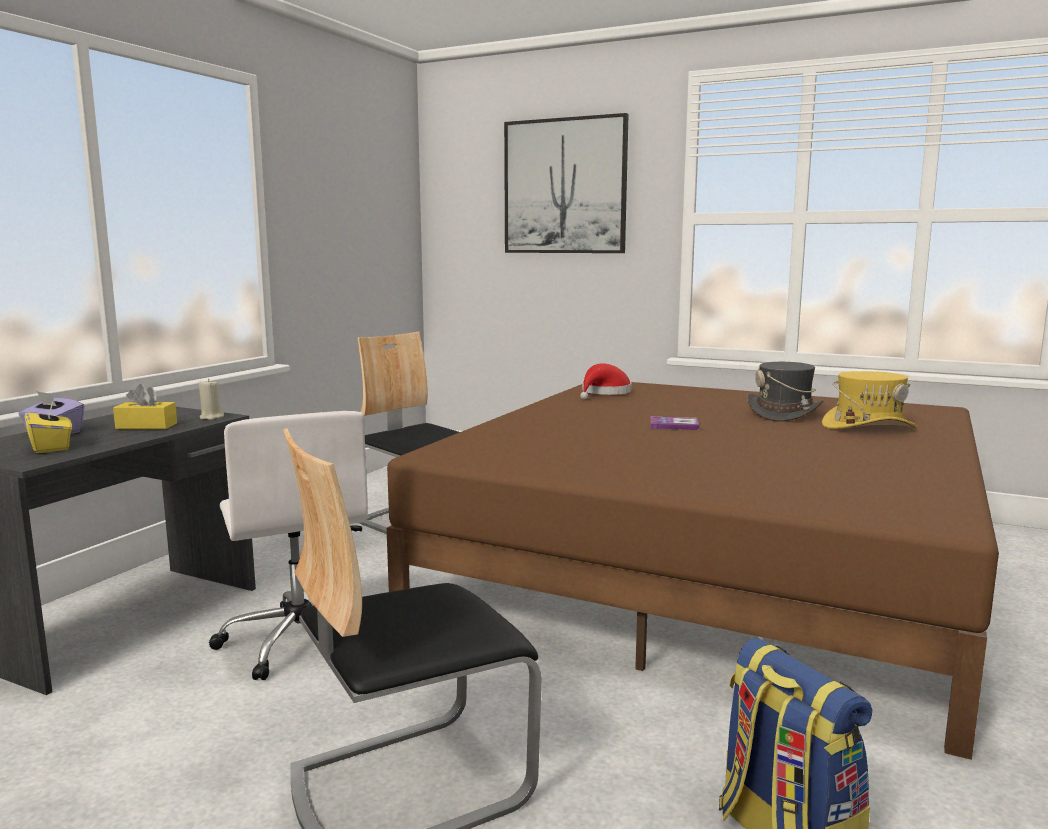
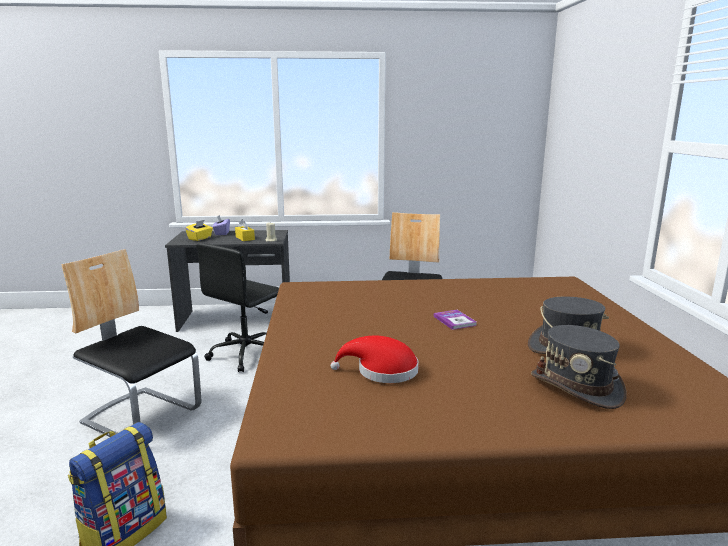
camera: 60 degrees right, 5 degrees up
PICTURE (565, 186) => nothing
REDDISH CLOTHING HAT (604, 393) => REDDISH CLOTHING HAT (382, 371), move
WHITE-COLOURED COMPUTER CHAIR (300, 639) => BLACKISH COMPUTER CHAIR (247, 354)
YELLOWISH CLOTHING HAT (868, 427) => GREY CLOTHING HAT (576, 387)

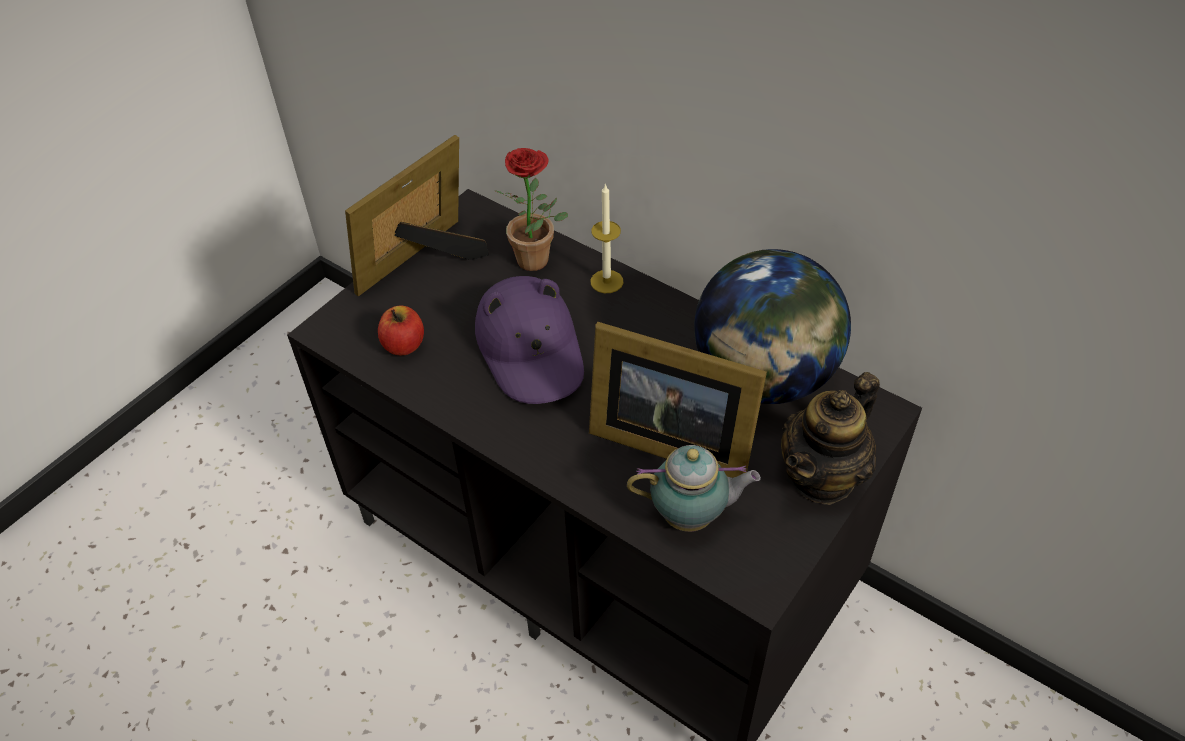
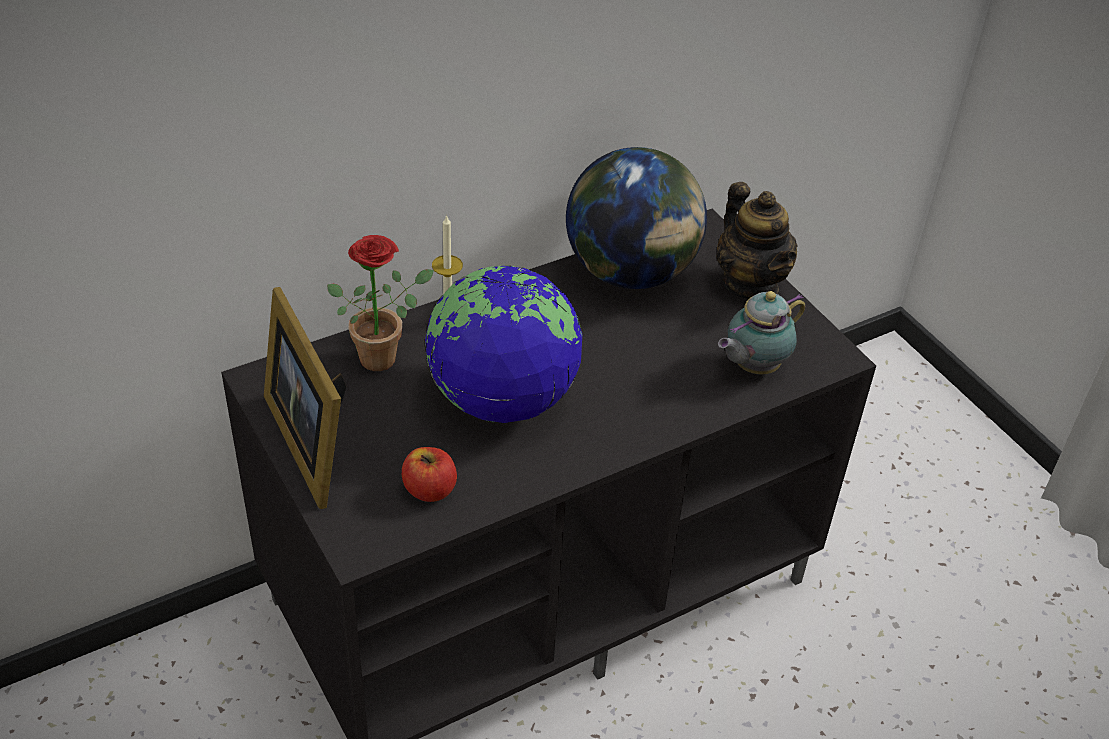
camera: 70 degrees left, 5 degrees down
PICTURE FRAME (667, 438) => nothing
PURPLISH CLOTHING HAT (531, 349) => WORLD GLOBE (502, 399)
POT FOR TEA (691, 516) => POT FOR TEA (753, 367), 150 degrees counterclockwise

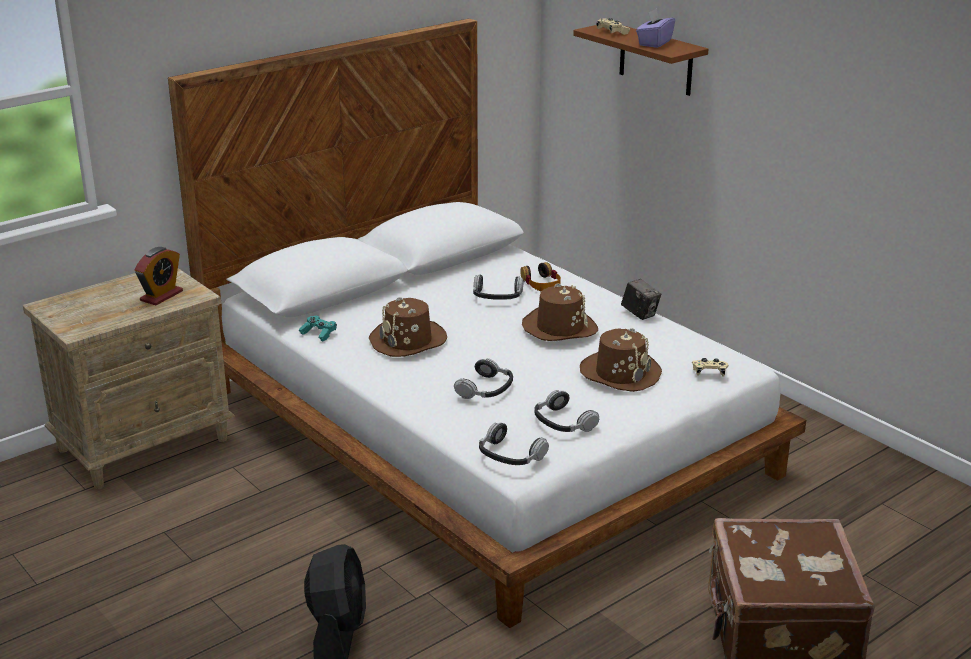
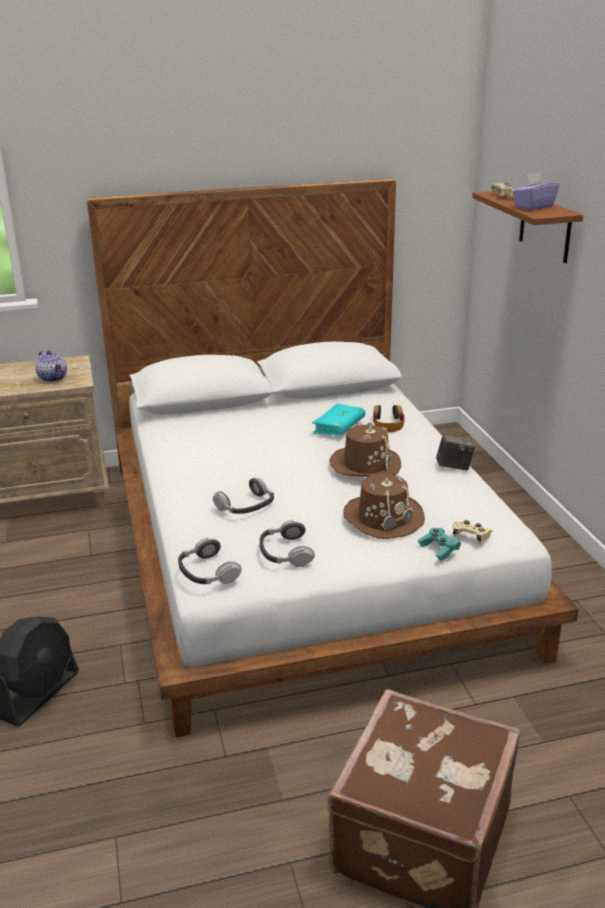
camera: 25 degrees right, 0 degrees up
BROWNISH CLOTHING HAT (408, 341) => nothing
TURQUOISE GAME CONTROLLER (318, 334) => TURQUOISE GAME CONTROLLER (439, 549), move
ALARM CLOCK (161, 296) => POT FOR TEA (53, 378)
HEADPHONES (497, 296) => TURQUOISE VOLUME (339, 427)
PHOTO CAMERA (640, 314) => PHOTO CAMERA (454, 467), 75 degrees counterclockwise

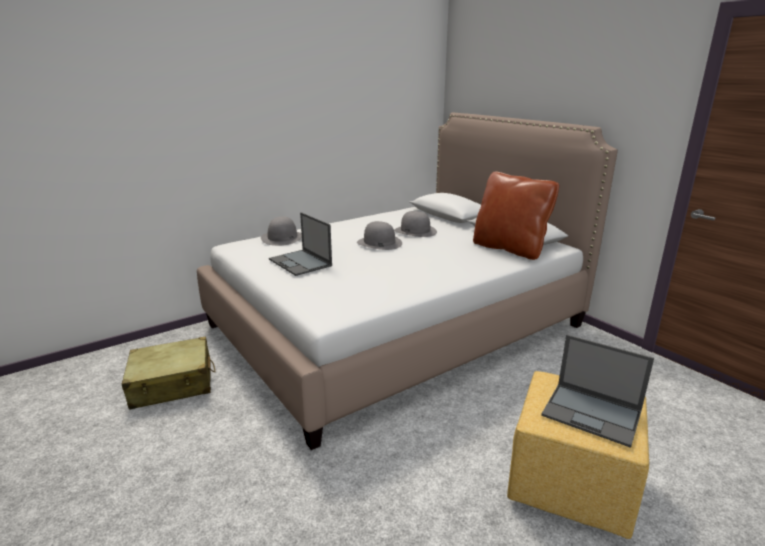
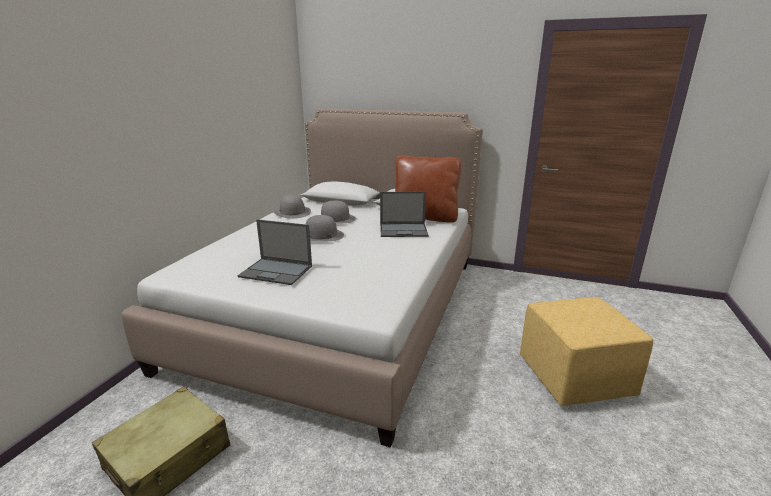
camera: 35 degrees left, 0 degrees up
GREY CLOTHING HAT (282, 238) => GREY CLOTHING HAT (292, 212), move
NOTEBOOK COMPUTER (592, 414) => NOTEBOOK COMPUTER (404, 230), move

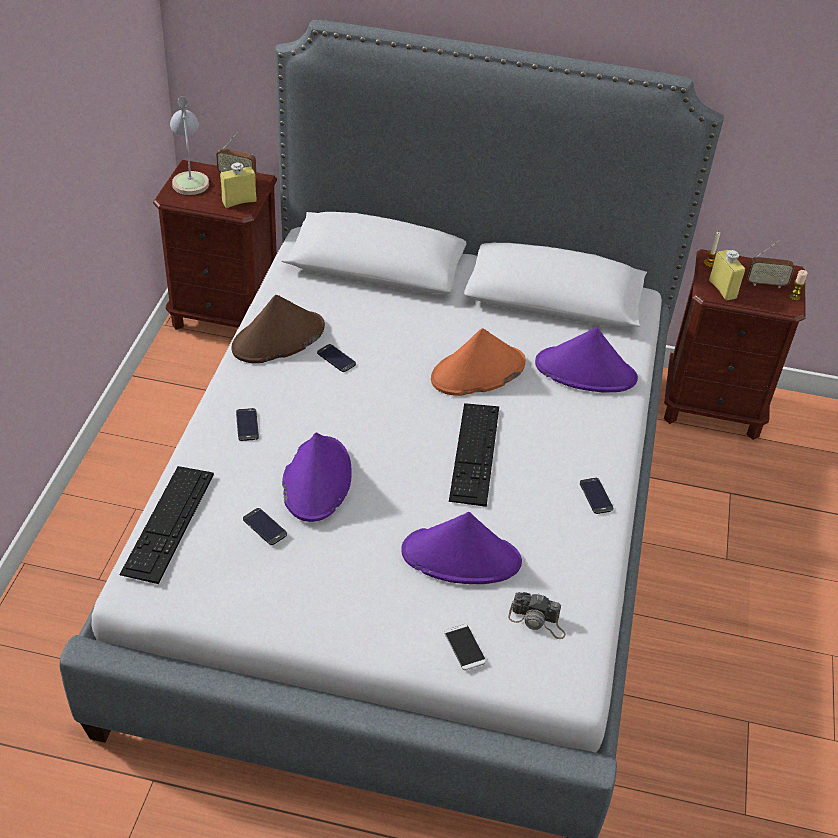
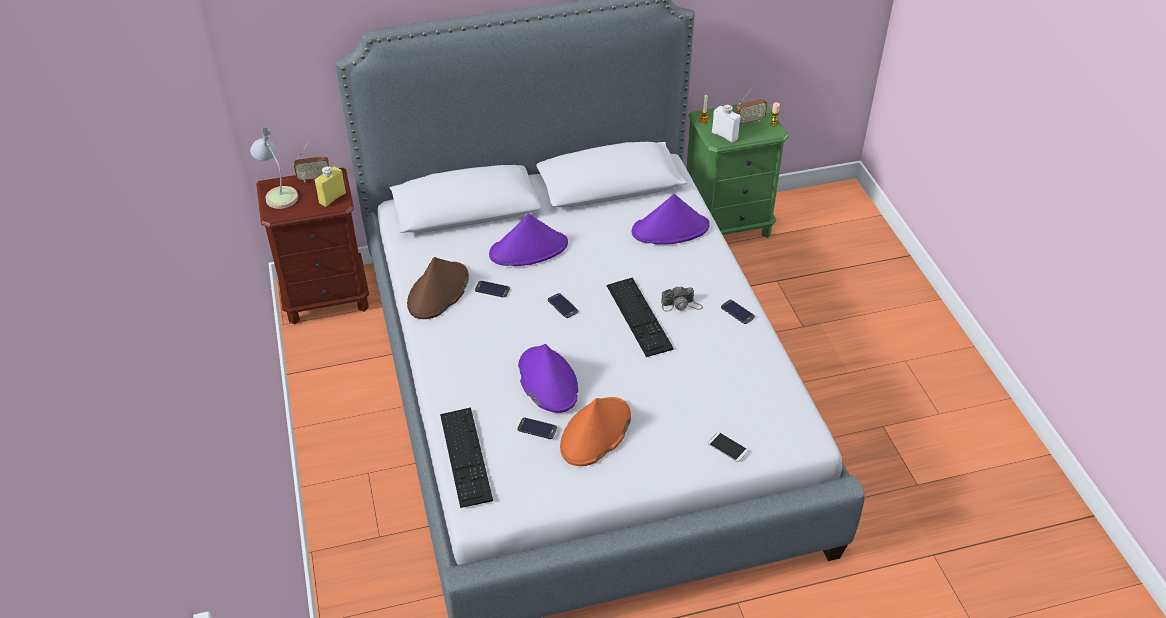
camera: 25 degrees left, 0 degrees up
TELEPHONE (247, 425) => TELEPHONE (562, 306), move
PURPLISH CLOTHING HAT (461, 557) => PURPLISH CLOTHING HAT (529, 249), move
ORANGE CLOTHING HAT (478, 372) => ORANGE CLOTHING HAT (595, 433), move
PHOTO CAMERA (537, 621) => PHOTO CAMERA (681, 305), move
BROWNISH NIGHT TABLE (713, 407) => GREENISH NIGHT TABLE (728, 225)
YELLOWISH BEVERAGE BOTTLE (722, 289) => WHITE-COLOURED BEVERAGE BOTTLE (724, 135)

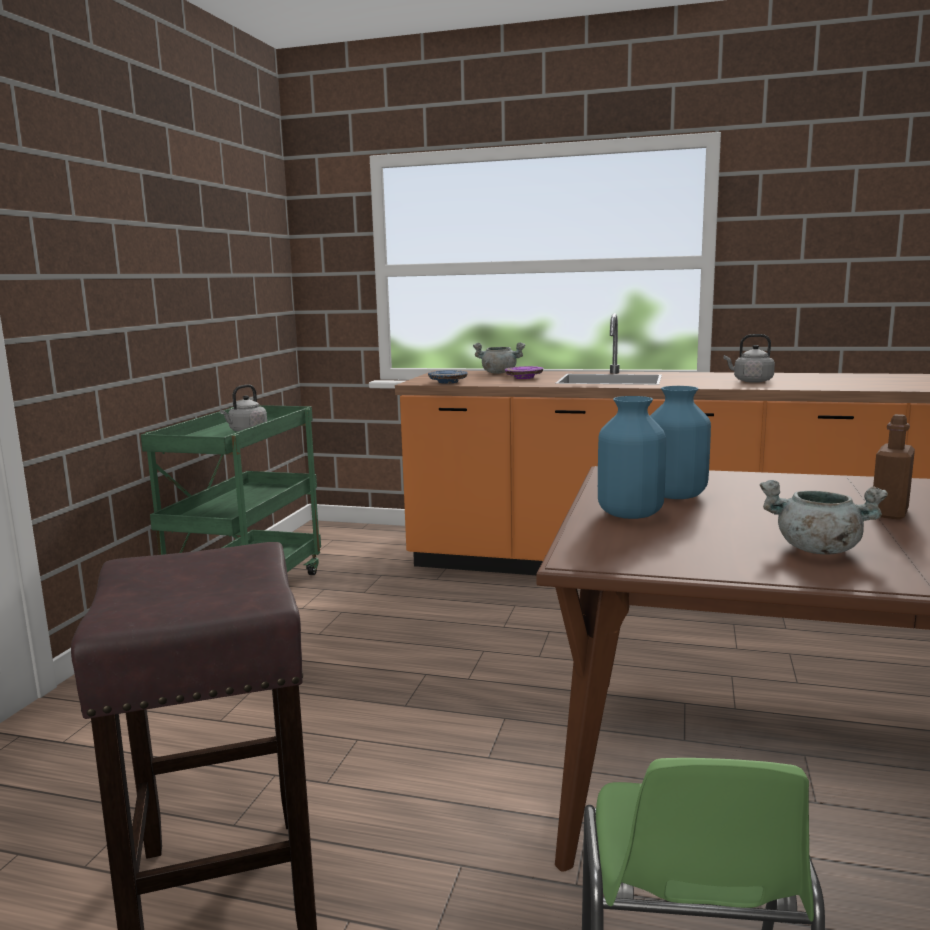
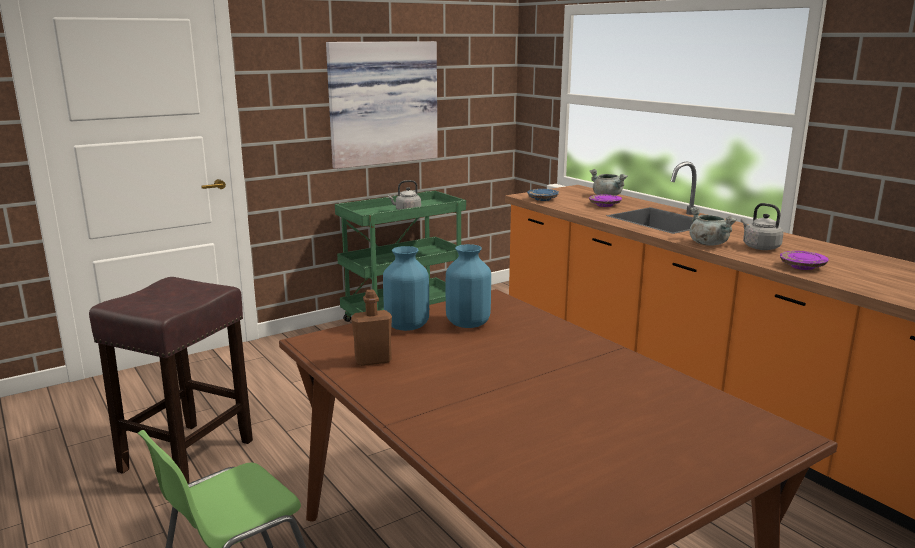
camera: 40 degrees right, 5 degrees up
nothing => PICTURE (381, 103)
nothing => PURPLISH PLATE (802, 267)
GREY SAUCEPOT (817, 550) => GREY SAUCEPOT (707, 244), move
BROWNISH BEVERAGE BOTTLE (889, 513) => BROWNISH BEVERAGE BOTTLE (373, 360), move

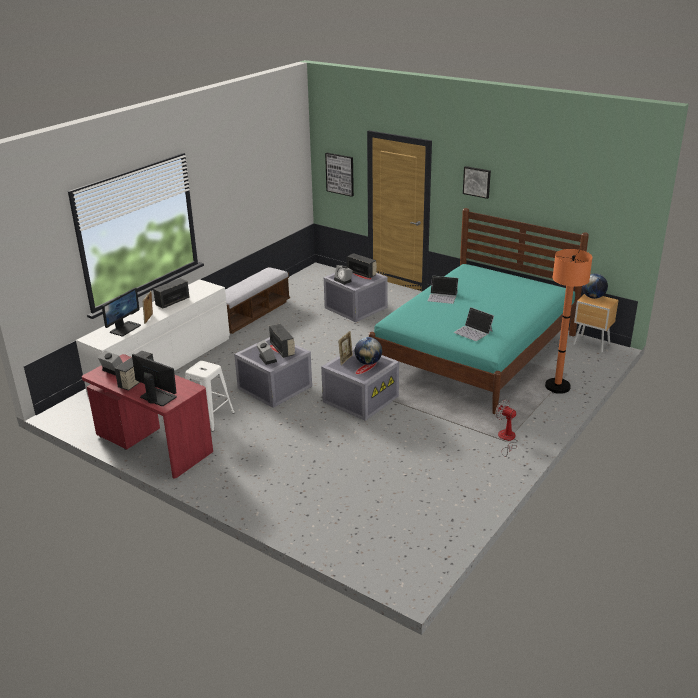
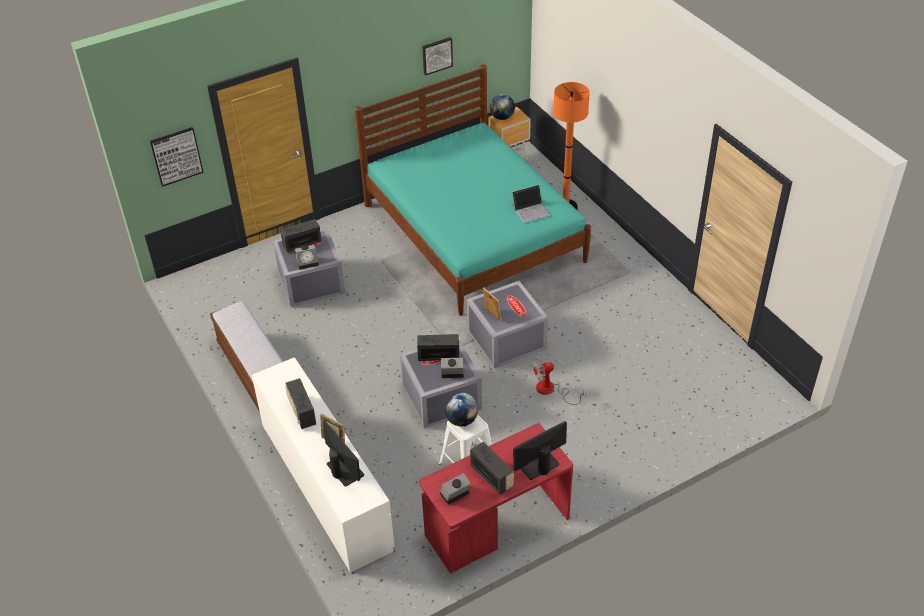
camera: 65 degrees left, 15 degrees up
NOTEBOOK COMPUTER (442, 296) => nothing
WORLD GLOBE (368, 362) => WORLD GLOBE (461, 420), move
PICTURE (477, 181) => PICTURE (436, 55), move
COOLING FAN (506, 439) => COOLING FAN (551, 390), move

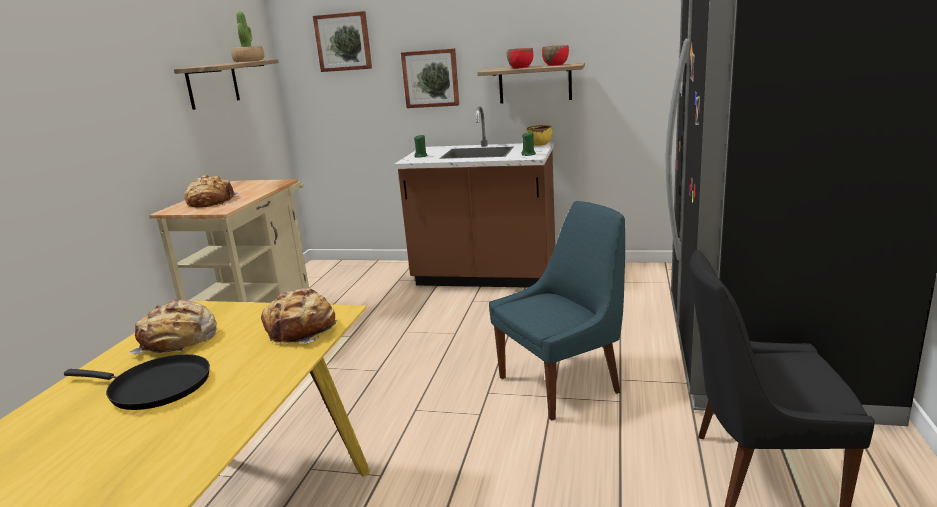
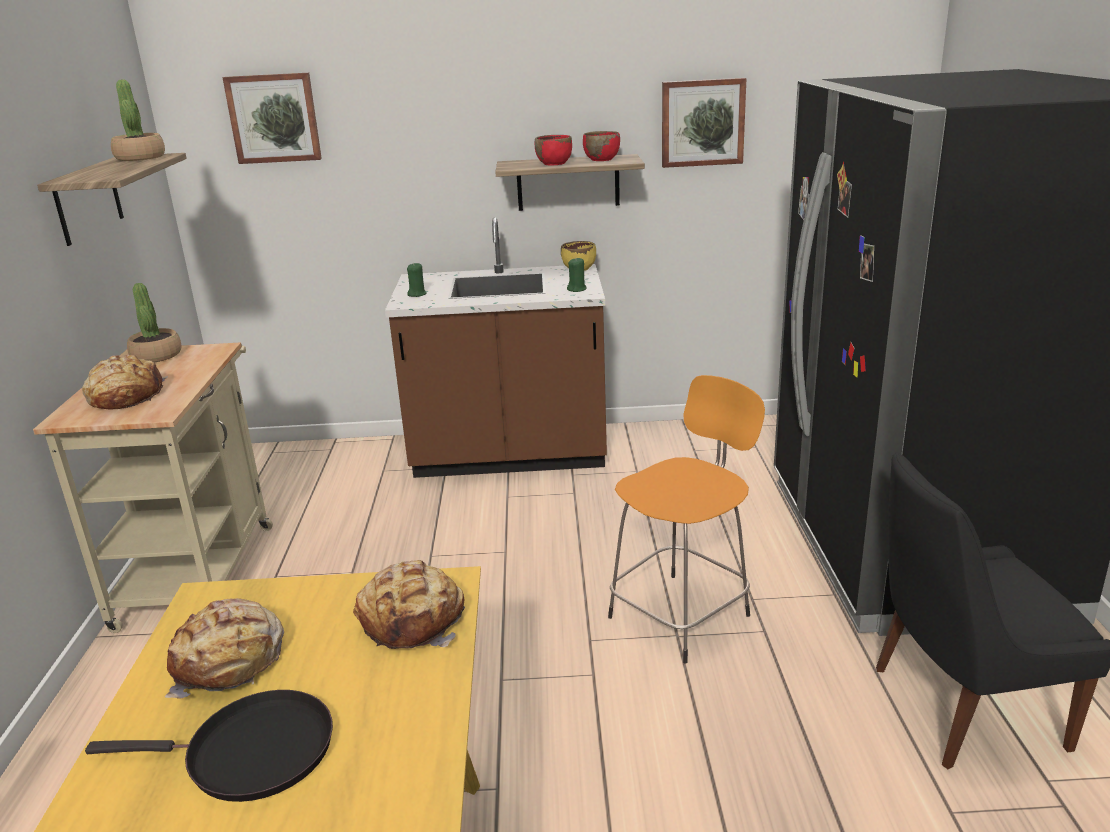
camera: 15 degrees left, 5 degrees up
nothing => POTTED PLANT (157, 356)
PICTURE (431, 78) => PICTURE (702, 122), move
BLUE UPRIGHT CHAIR (562, 383) => ORANGE STOOL SEAT (682, 614)

